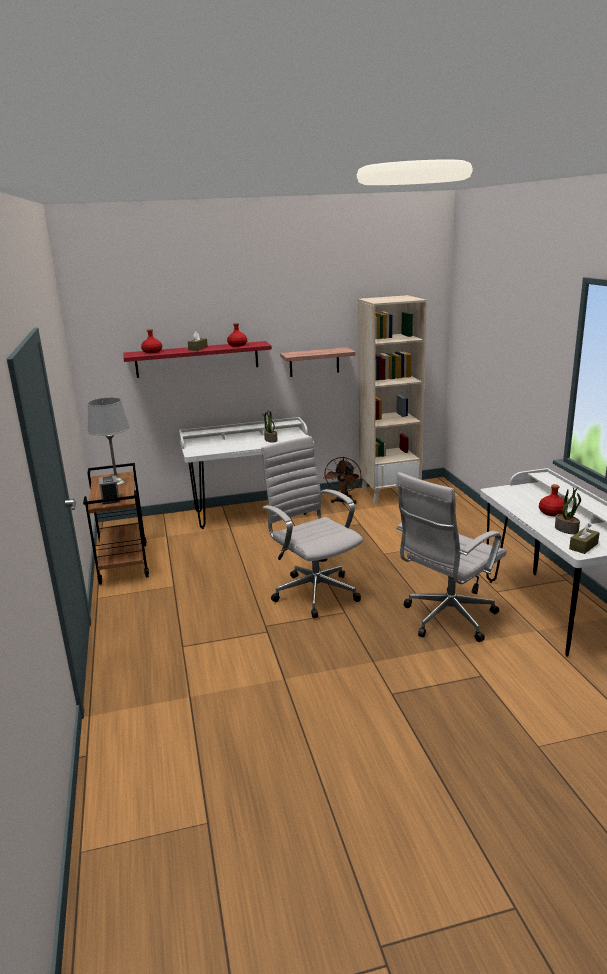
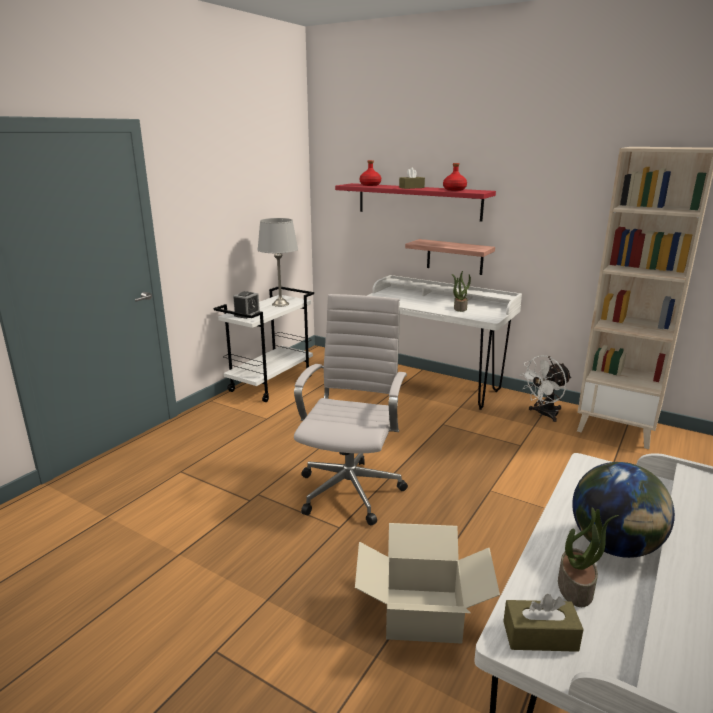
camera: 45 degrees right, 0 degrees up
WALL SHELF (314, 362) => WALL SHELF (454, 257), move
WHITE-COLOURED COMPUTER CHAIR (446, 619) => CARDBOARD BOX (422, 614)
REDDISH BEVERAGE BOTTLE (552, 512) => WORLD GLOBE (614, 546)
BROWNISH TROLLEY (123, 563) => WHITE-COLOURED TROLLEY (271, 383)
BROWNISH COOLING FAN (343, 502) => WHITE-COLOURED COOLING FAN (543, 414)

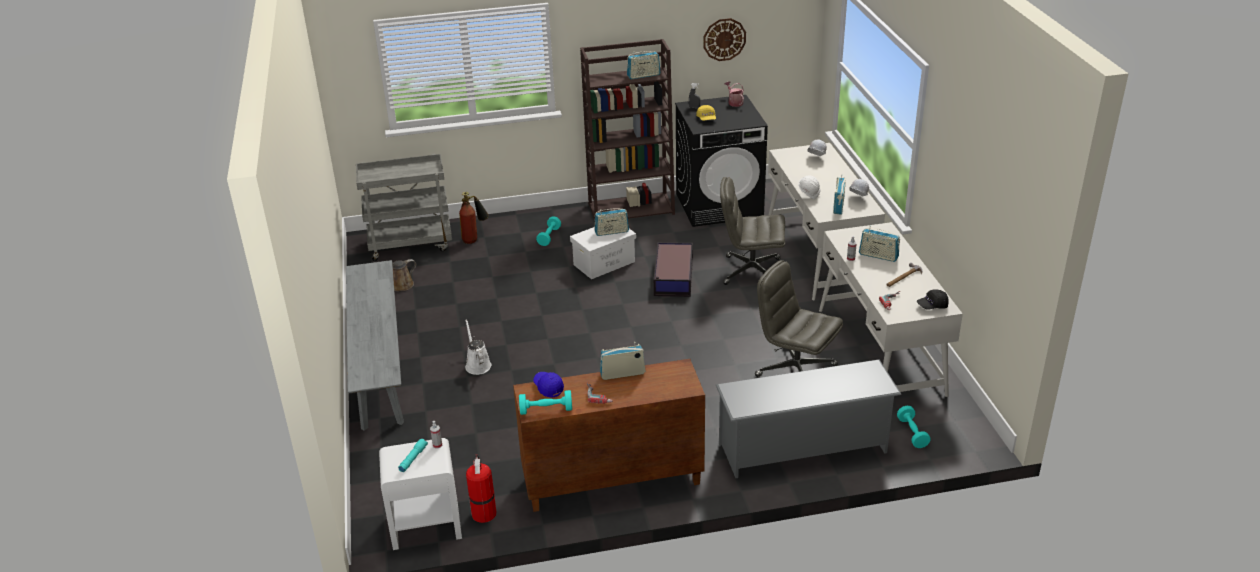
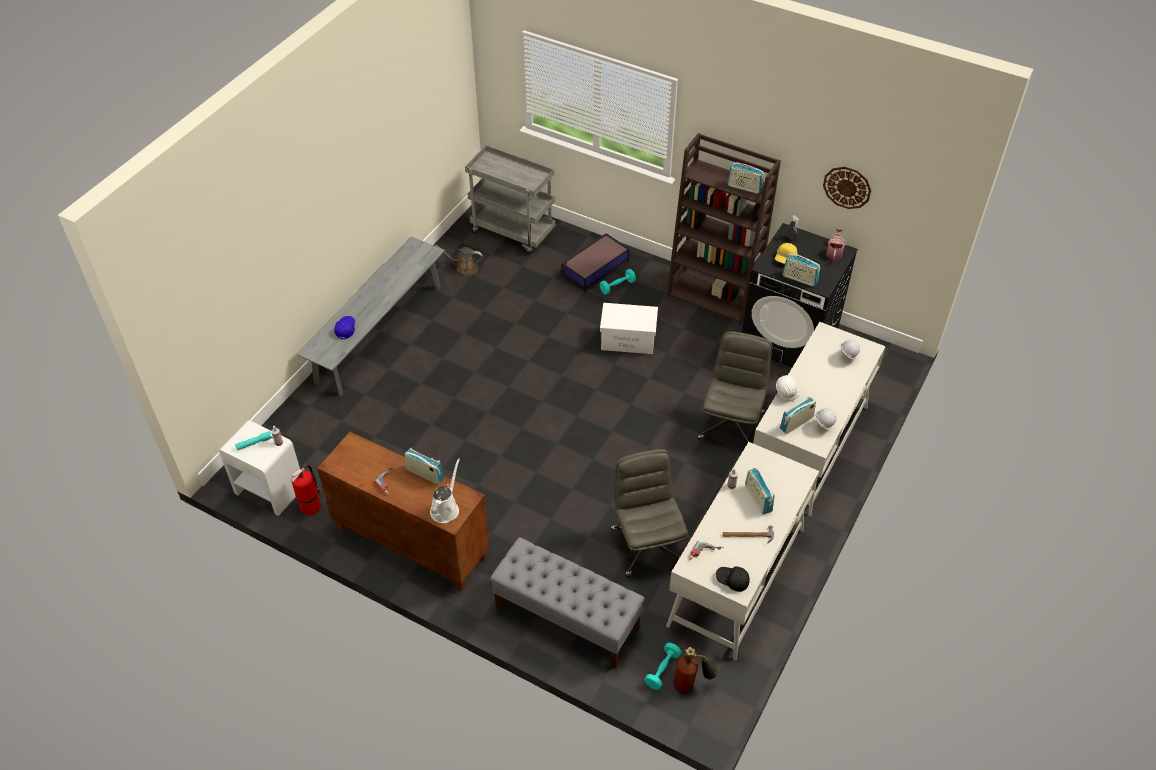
camera: 40 degrees right, 15 degrees up
TURQUOISE DUMBBELL (546, 410) => nothing
FIRE-FIGHTING CYLINDER (475, 238) => FIRE-FIGHTING CYLINDER (691, 685), move
WHITE-COLOURED SPRINKLING CAN (477, 365) => WHITE-COLOURED SPRINKLING CAN (446, 508), move
BLUE CAP (548, 387) => BLUE CAP (345, 329), move
RADIO (611, 232) => RADIO (799, 279), move
STORAGE CONTAINER (673, 277) => STORAGE CONTAINER (594, 269), move
GREY SHOE RACK (803, 448) => GREY BENCH (566, 618)
GREY COMPUTER CHAIR (751, 271) => GREY COMPUTER CHAIR (731, 425), 60 degrees clockwise

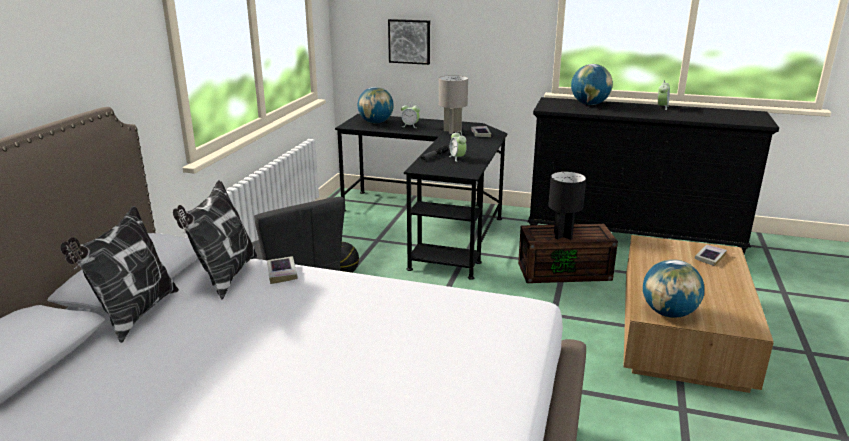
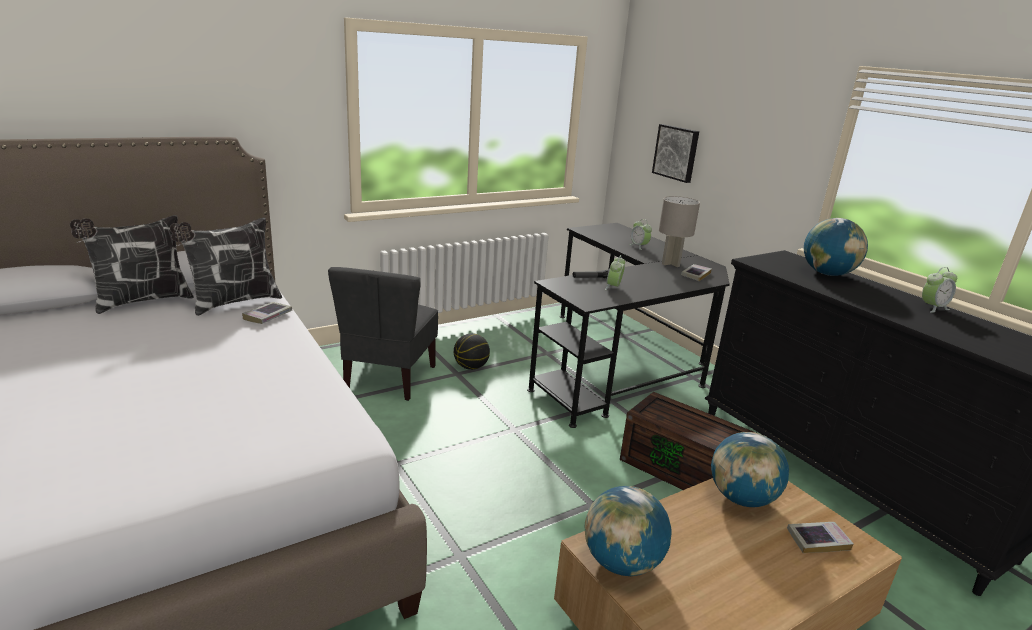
camera: 40 degrees right, 0 degrees up
BLACKISH TABLE LAMP (562, 235) => nothing
WORLD GLOBE (376, 122) => WORLD GLOBE (741, 498), move

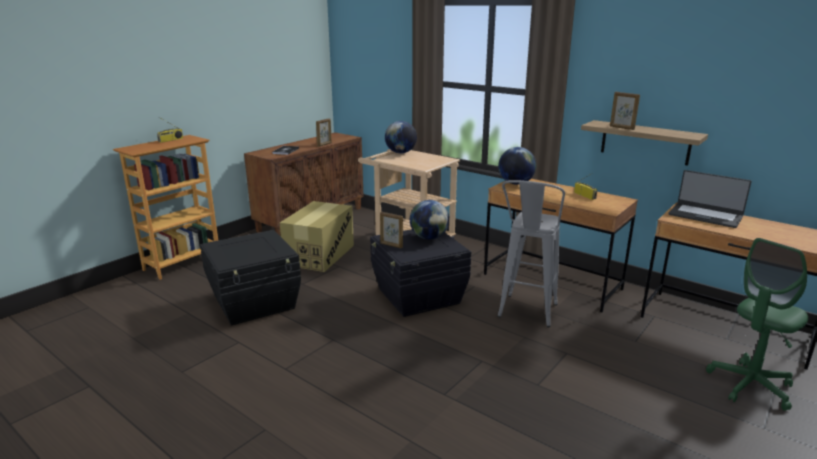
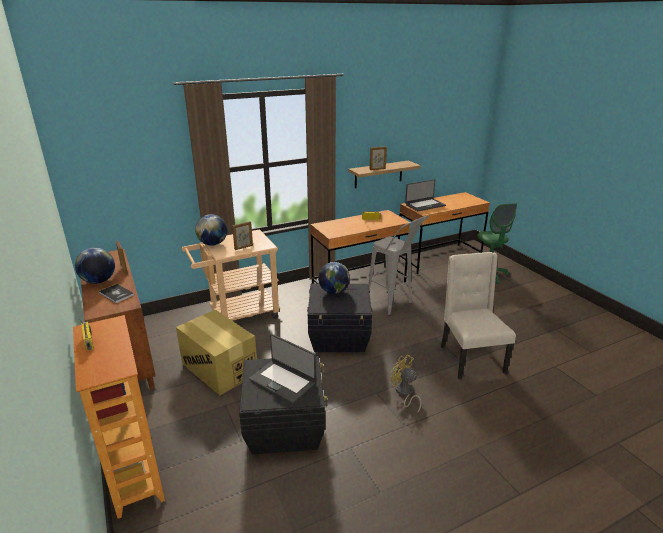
camera: 65 degrees left, 5 degrees up
nothing => NOTEBOOK COMPUTER (283, 381)
nothing => YELLOWISH COOLING FAN (404, 393)
nothing => SAND-COLOURED UPRIGHT CHAIR (470, 359)
PICTURE FRAME (391, 245) => PICTURE FRAME (244, 247), move
WORLD GLOBE (515, 183) => WORLD GLOBE (99, 281), move

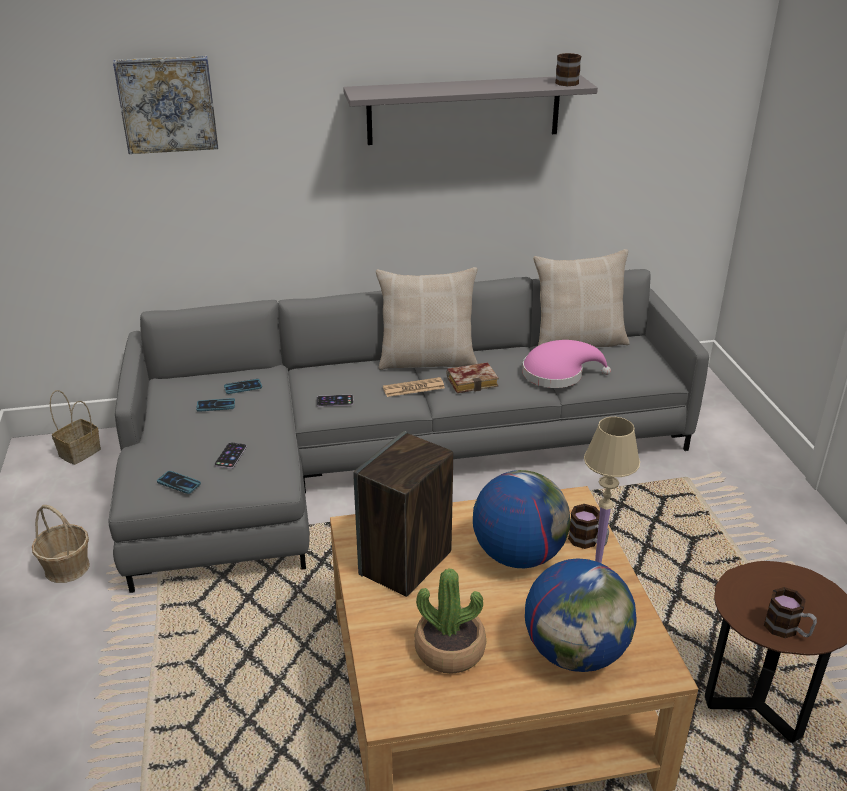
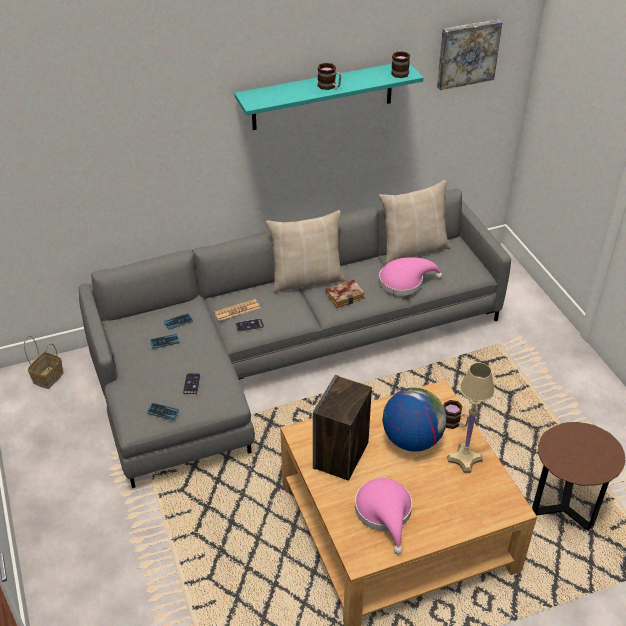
camera: 10 degrees left, 10 degrees up
HOUSEHOLD BASKET (67, 567) => nothing
WORLD GLOBE (575, 652) => nothing
PICTURE (167, 104) => PICTURE (467, 53), move
DAILY PAPER (413, 388) => DAILY PAPER (237, 310), move
COFFEE MUG (787, 630) => COFFEE MUG (329, 86), move
POTTED PLANT (450, 649) => PINK-COLOURED CLOTHING HAT (385, 513)
GREY WALL SHELF (464, 110) => TURQUOISE WALL SHELF (322, 96)

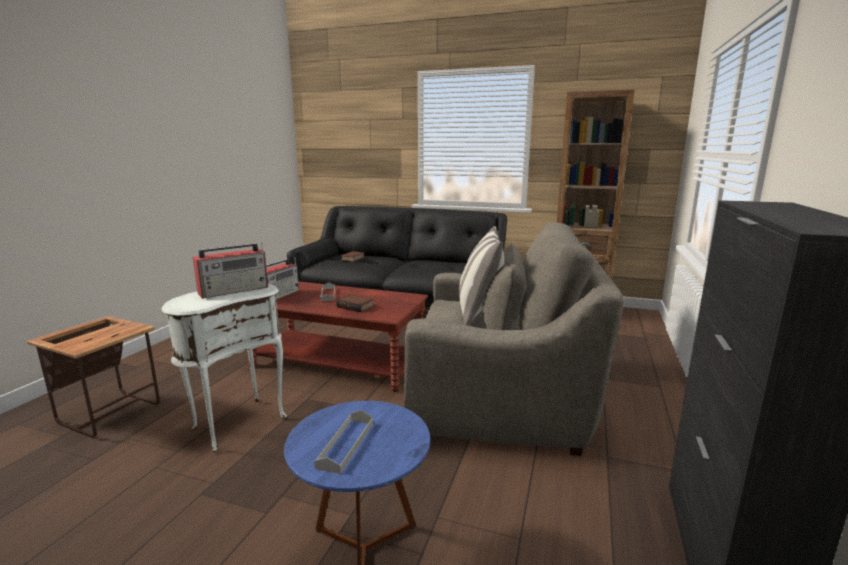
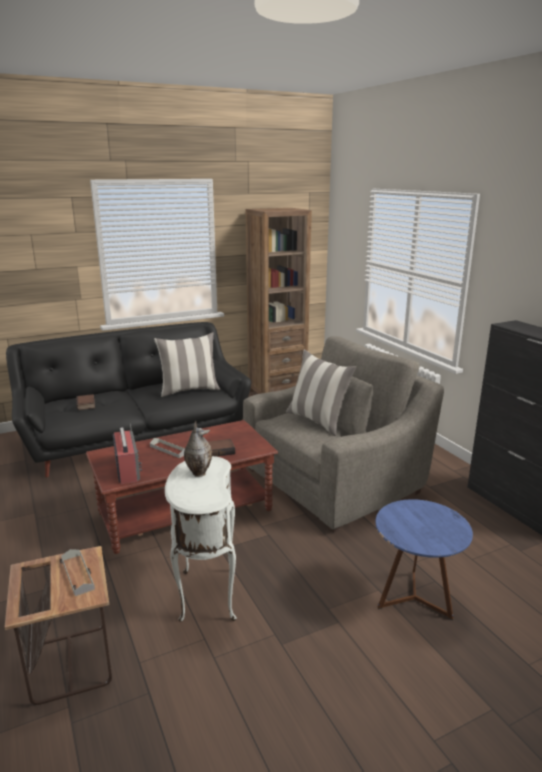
camera: 45 degrees left, 5 degrees up
nothing => THROW PILLOW (189, 390)
GREY SERVING TRAY (346, 444) => GREY SERVING TRAY (77, 574), move
RADIO (235, 290) => DECORATIVE VASE (198, 472)

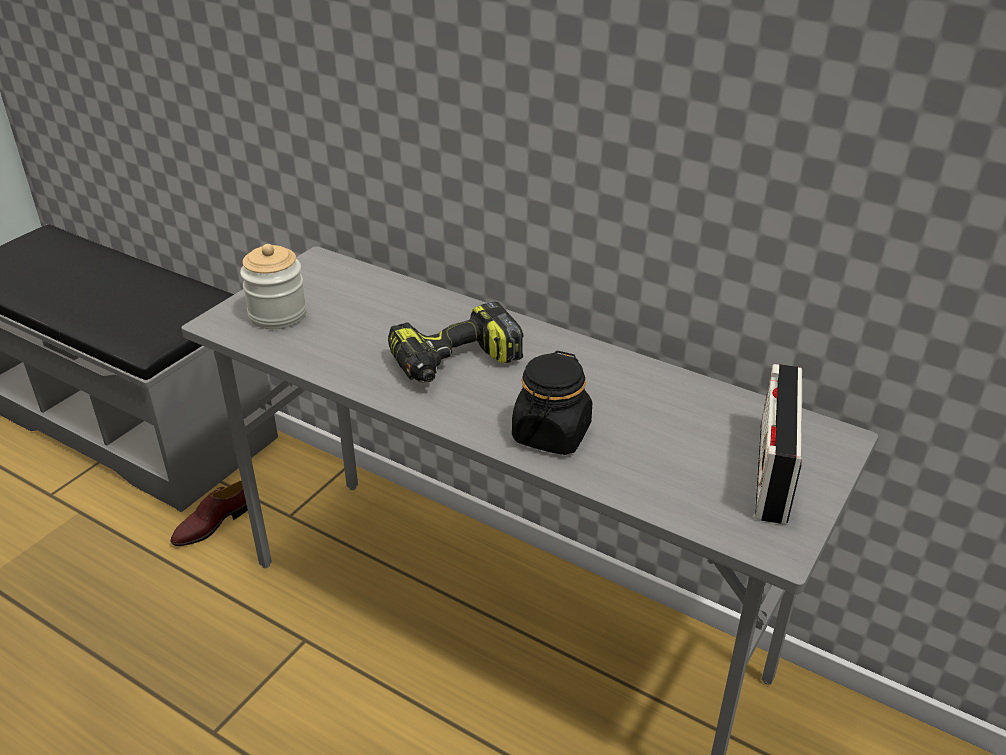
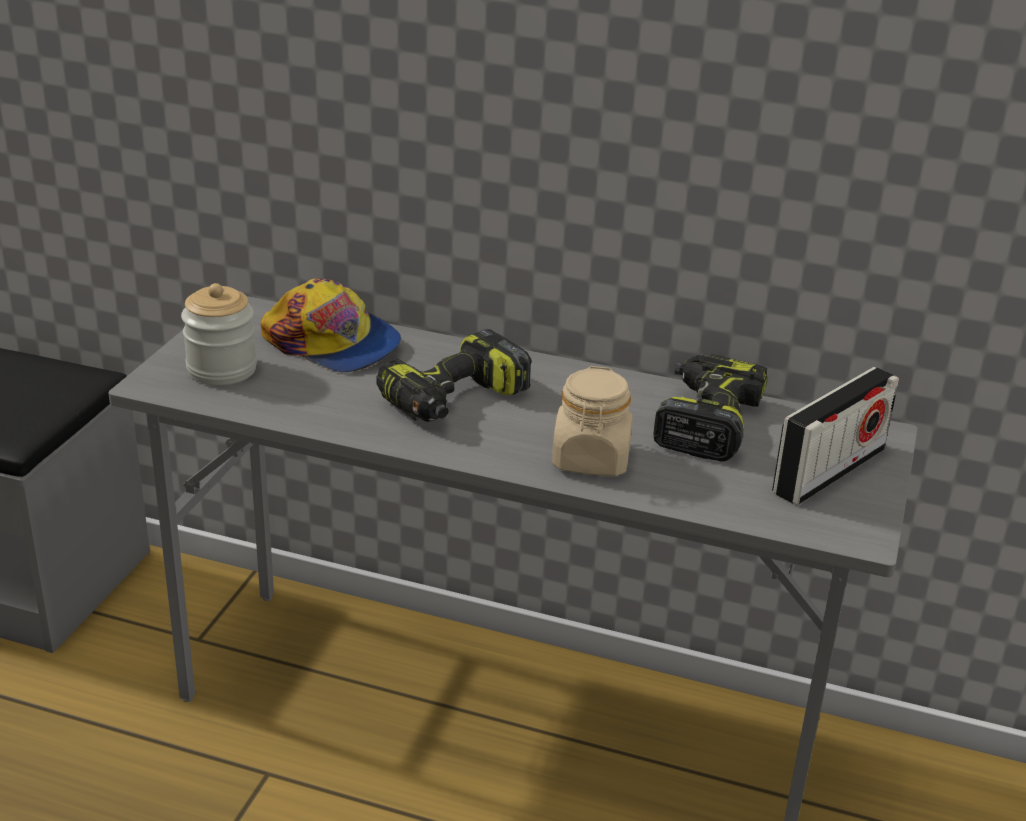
camera: 15 degrees left, 5 degrees down
BROWNISH SHOE (212, 524) => nothing
nothing => CAP (333, 343)
nothing => DRILL (705, 422)
BLACKISH JAR (551, 434) => SAND-COLOURED JAR (591, 459)
RADIO (772, 473) => RADIO (829, 471), 135 degrees counterclockwise

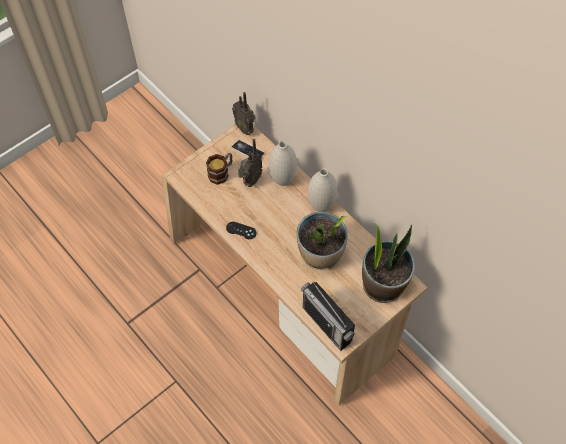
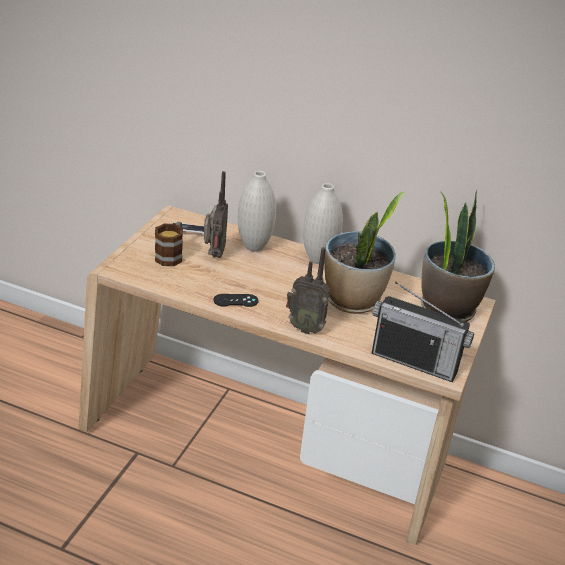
camera: 30 degrees left, 25 degrees down
RADIO (245, 128) => RADIO (305, 327), move

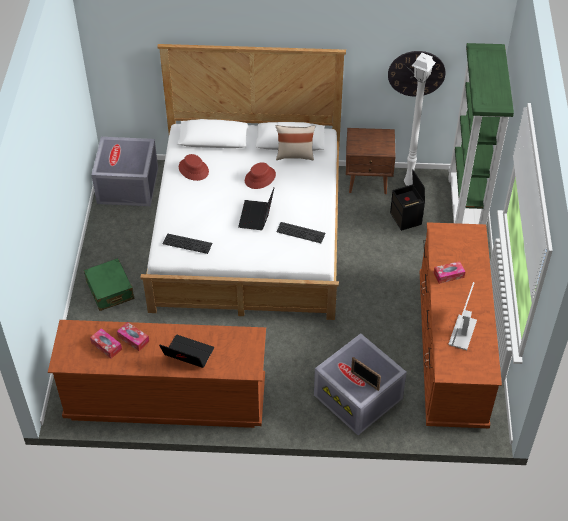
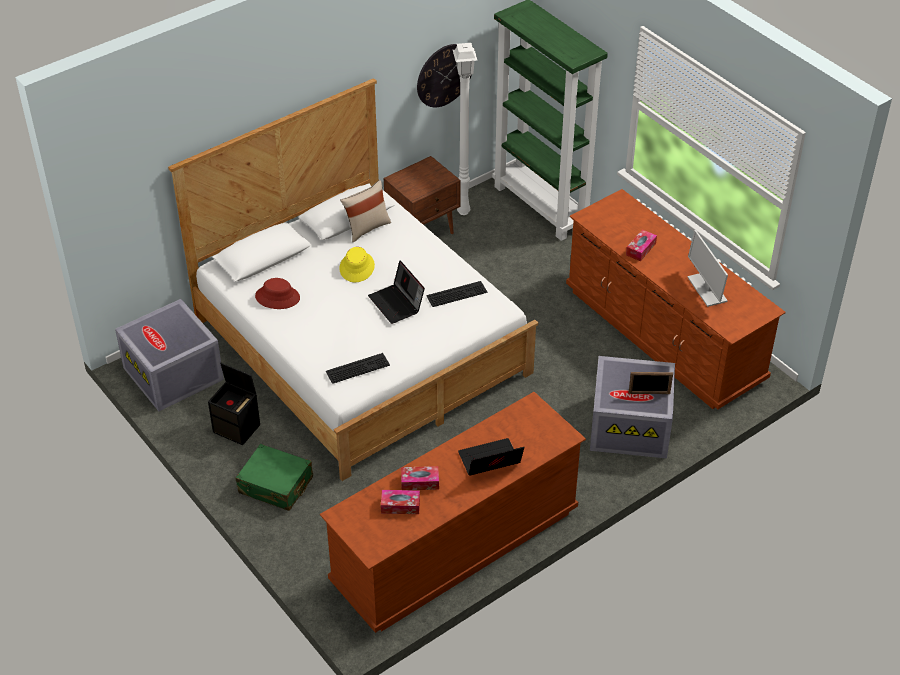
camera: 40 degrees left, 5 degrees down
BLACKISH STORAGE CONTAINER (406, 219) => BLACKISH STORAGE CONTAINER (237, 428), move
REDDISH CLOTHING HAT (260, 178) => YELLOWISH CLOTHING HAT (357, 267)

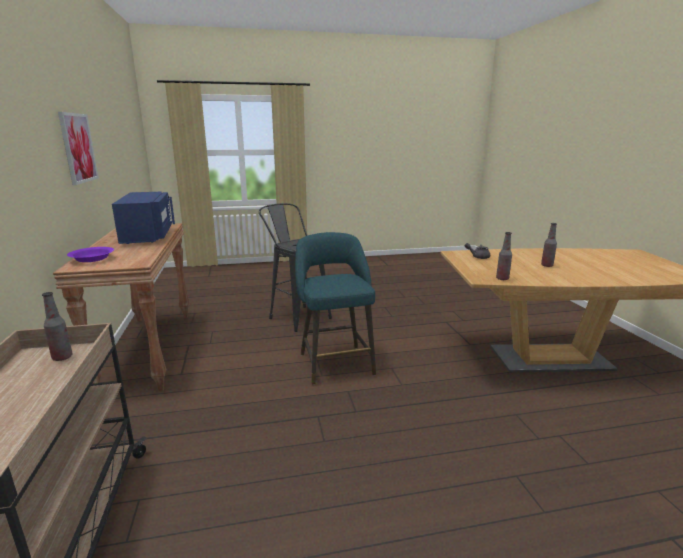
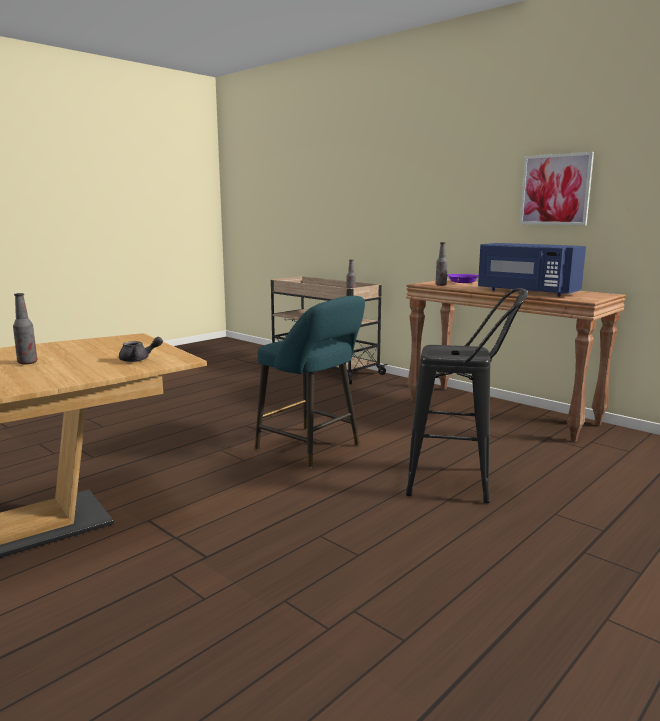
camera: 145 degrees right, 5 degrees down
BEVERAGE BOTTLE (502, 279) => BEVERAGE BOTTLE (441, 285), move

